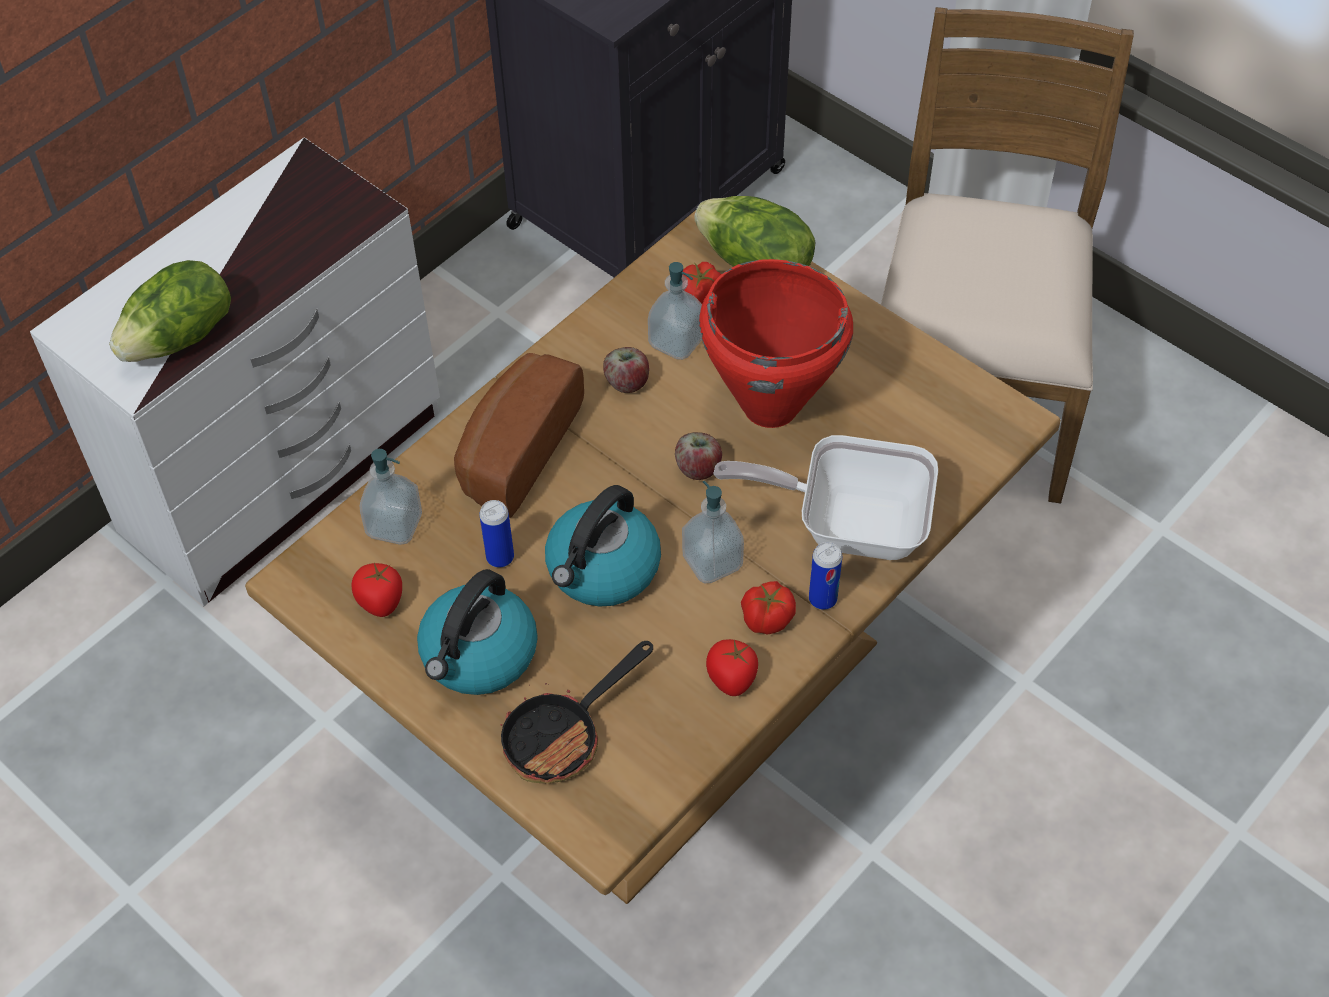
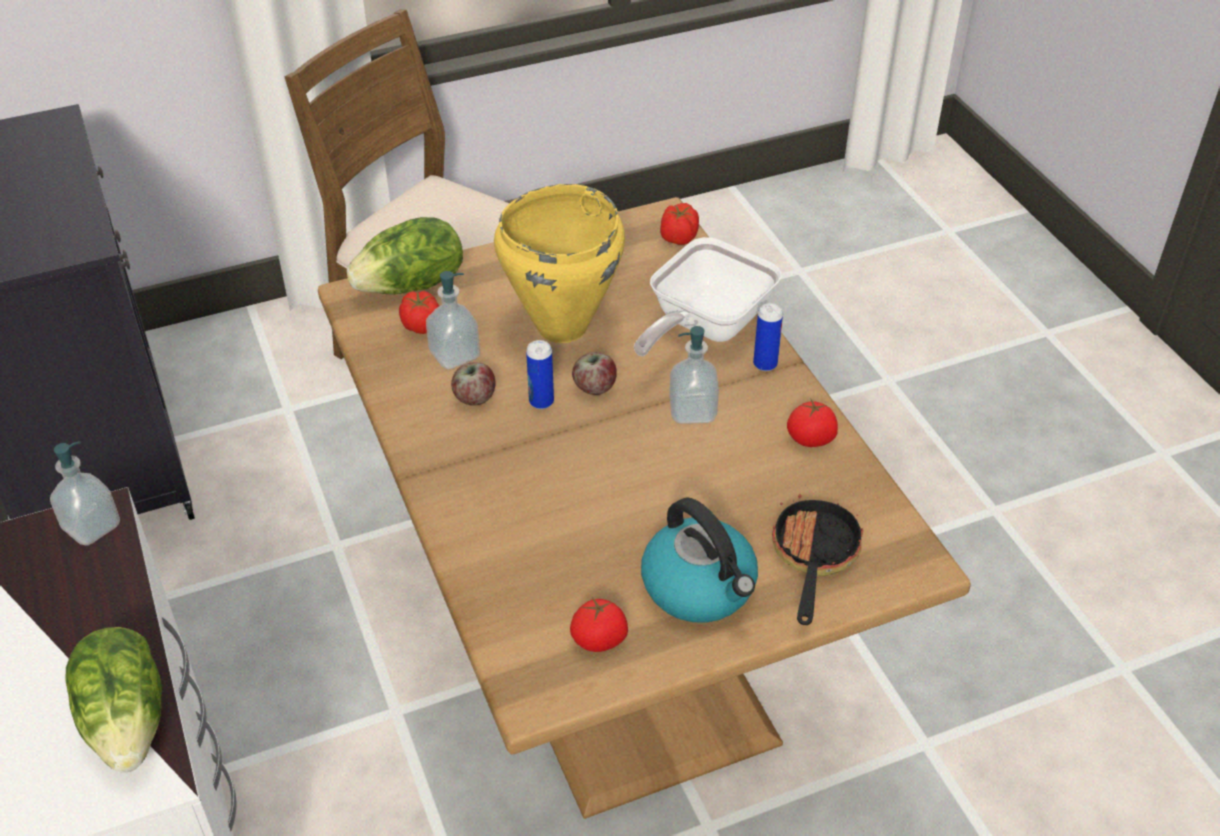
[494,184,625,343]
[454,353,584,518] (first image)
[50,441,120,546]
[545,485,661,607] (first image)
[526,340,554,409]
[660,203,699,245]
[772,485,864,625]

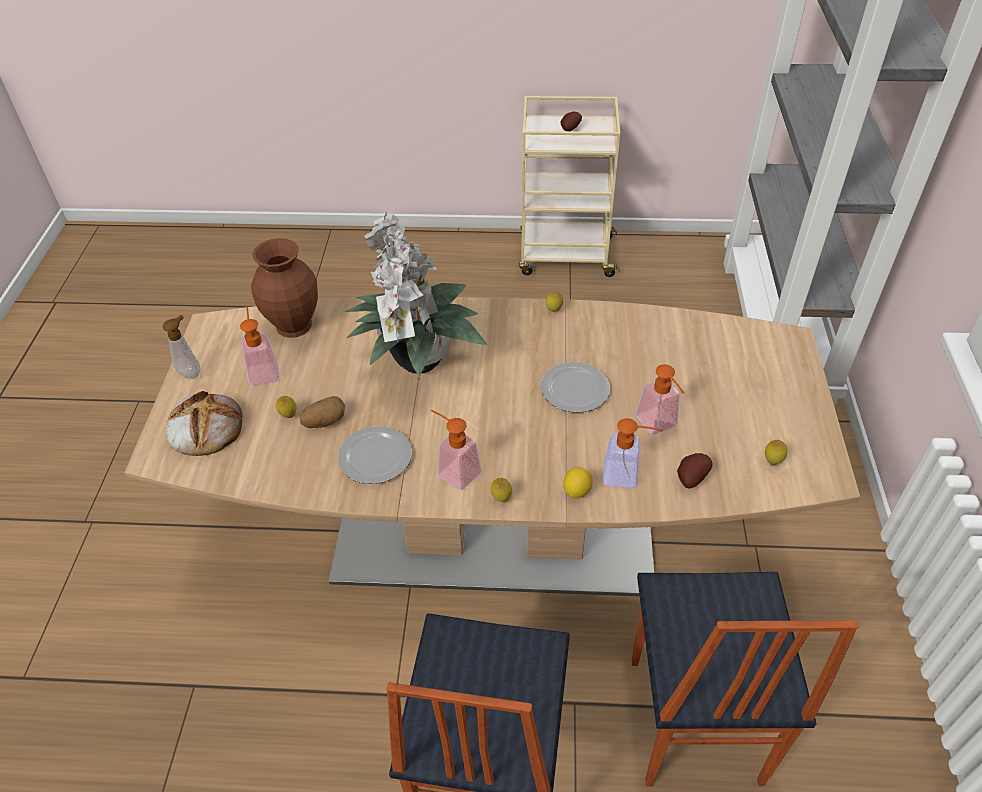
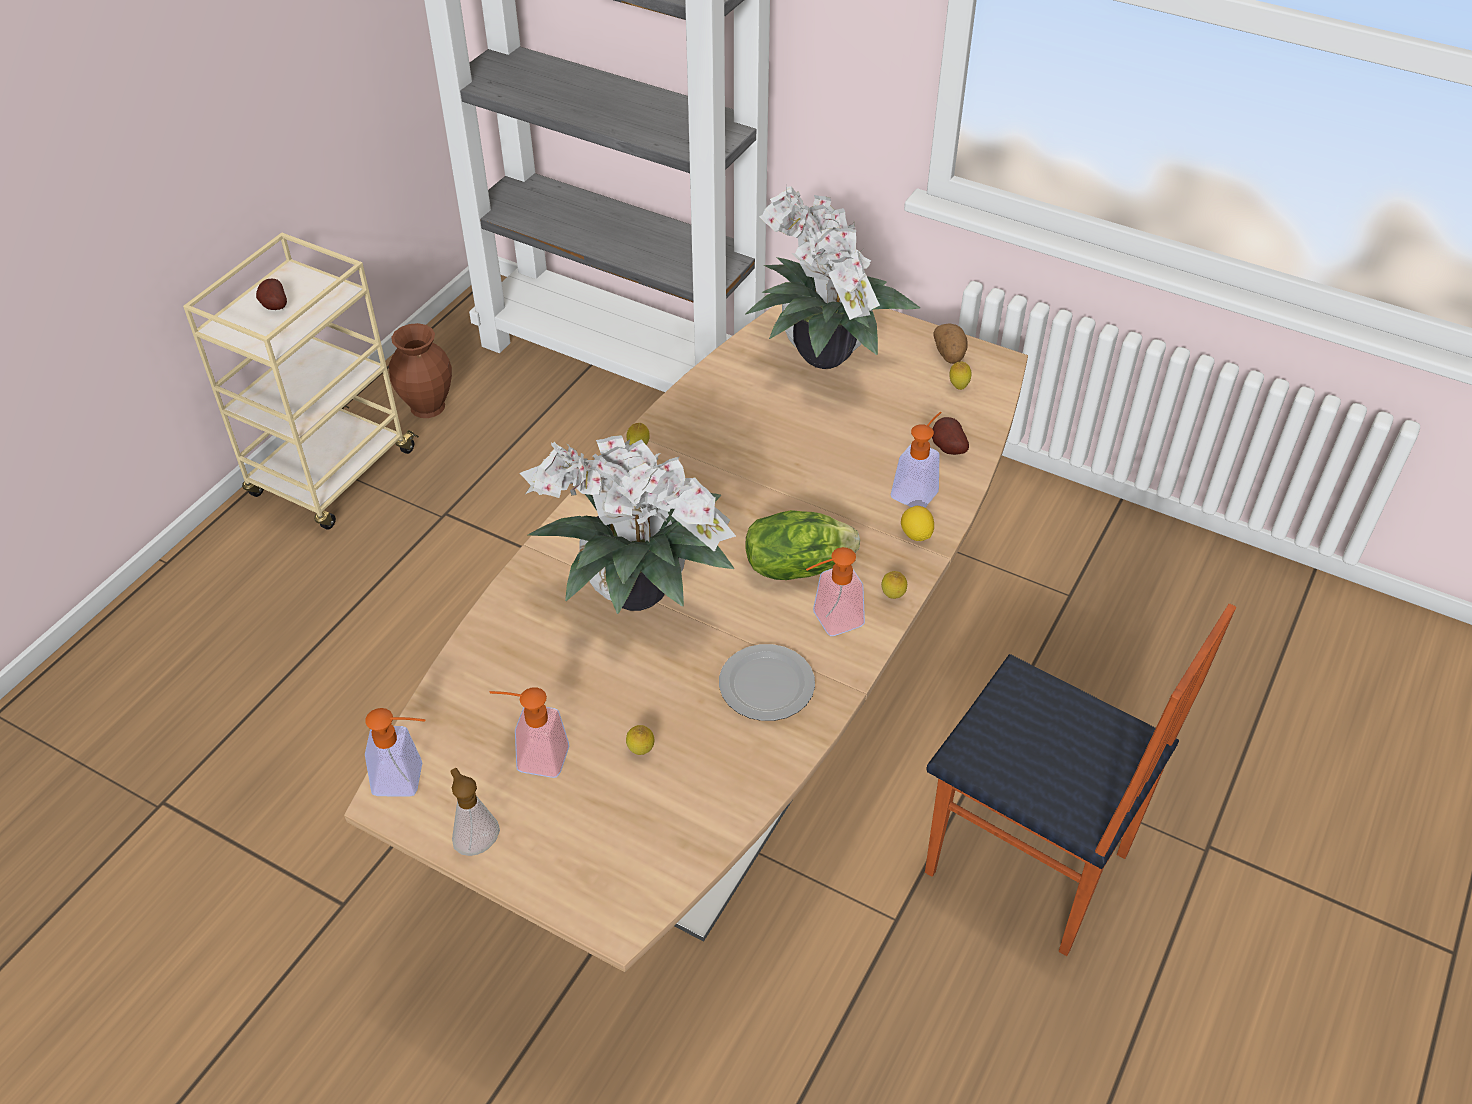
[389,323,452,418]
[541,362,610,413] (first image)
[365,708,426,796]
[166,391,242,456] (first image)
[933,323,968,364]
[632,572,859,787] (first image)
[745,186,921,369]
[745,510,860,580]

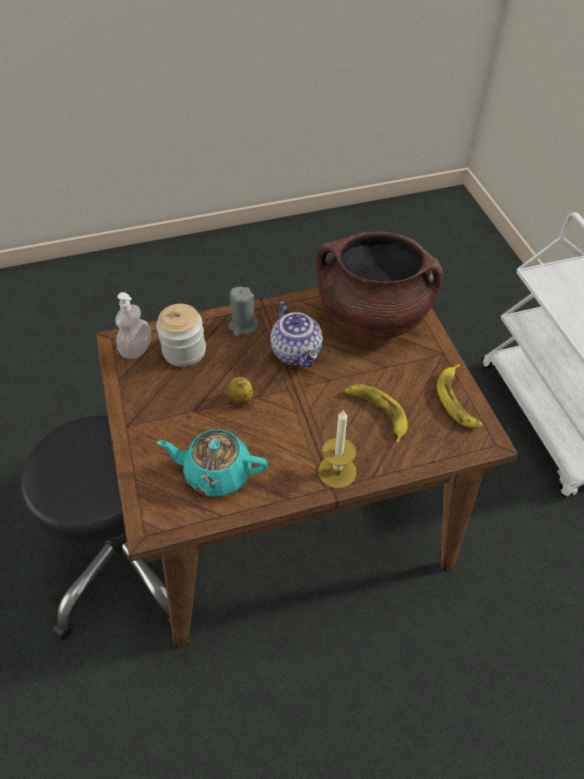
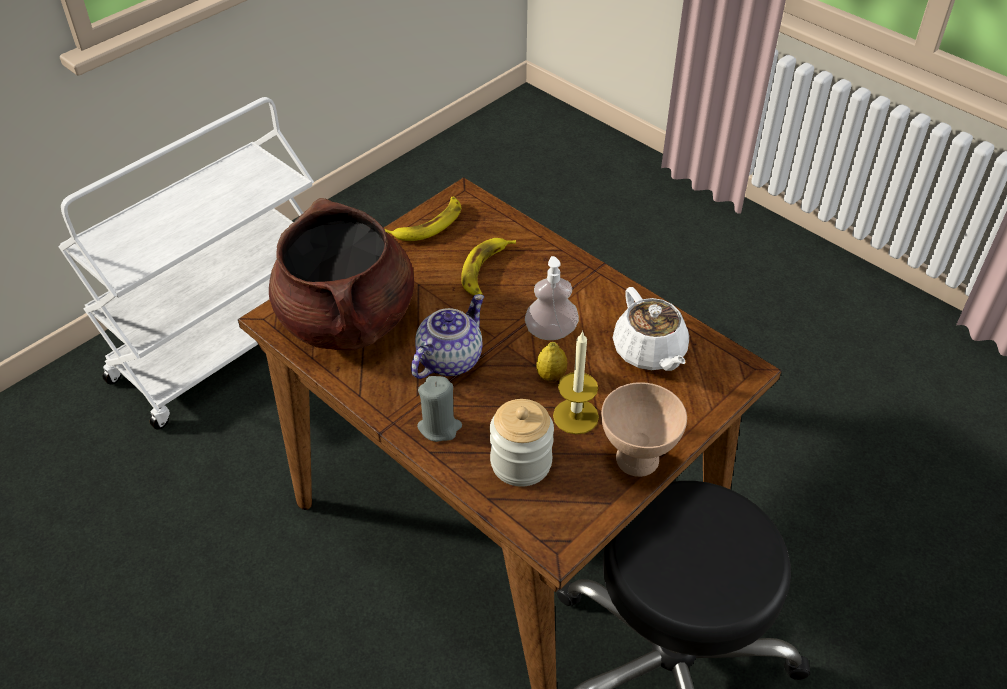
[525,256,579,340]
[553,330,599,434]
[613,287,689,371]
[601,382,687,477]

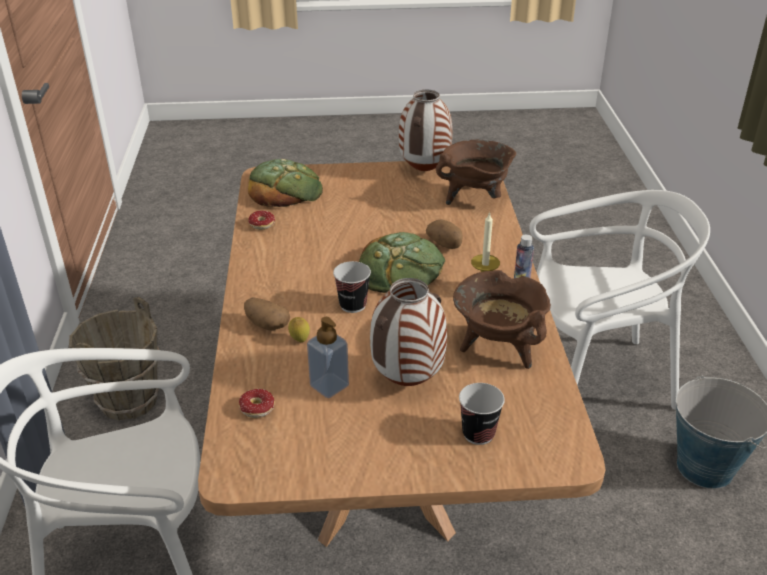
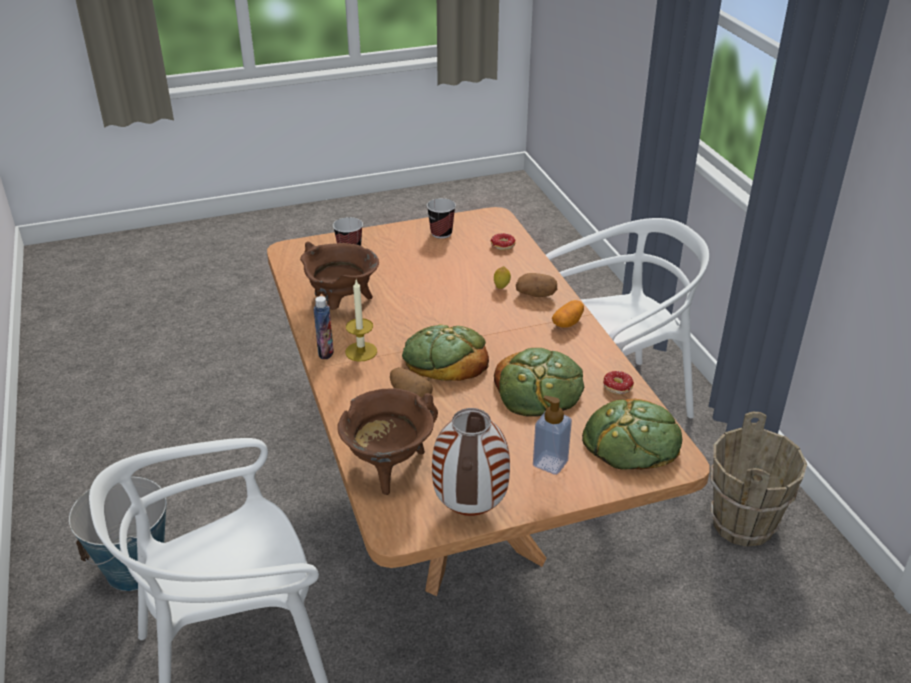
[427,198,456,239]
[370,278,447,386] (first image)
[533,395,572,475]
[552,300,584,328]
[494,348,584,417]

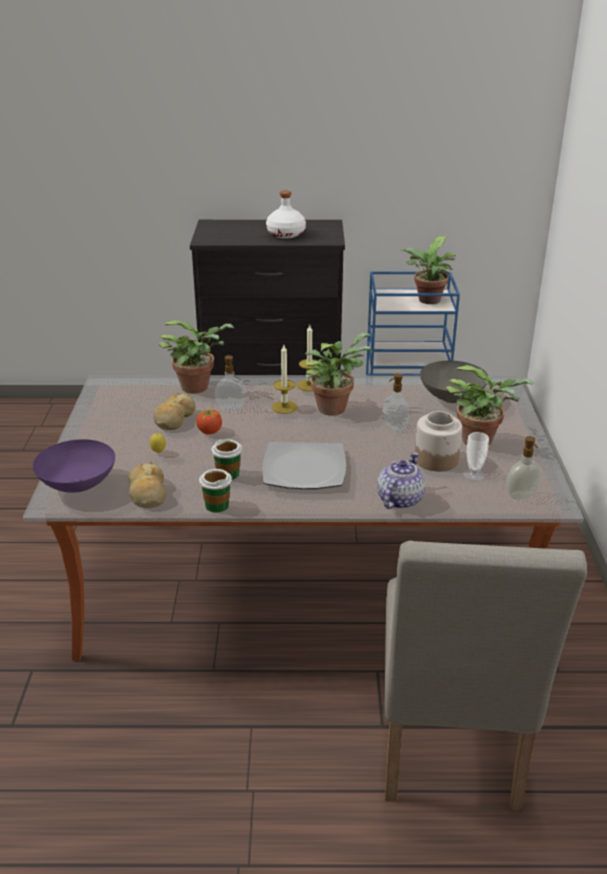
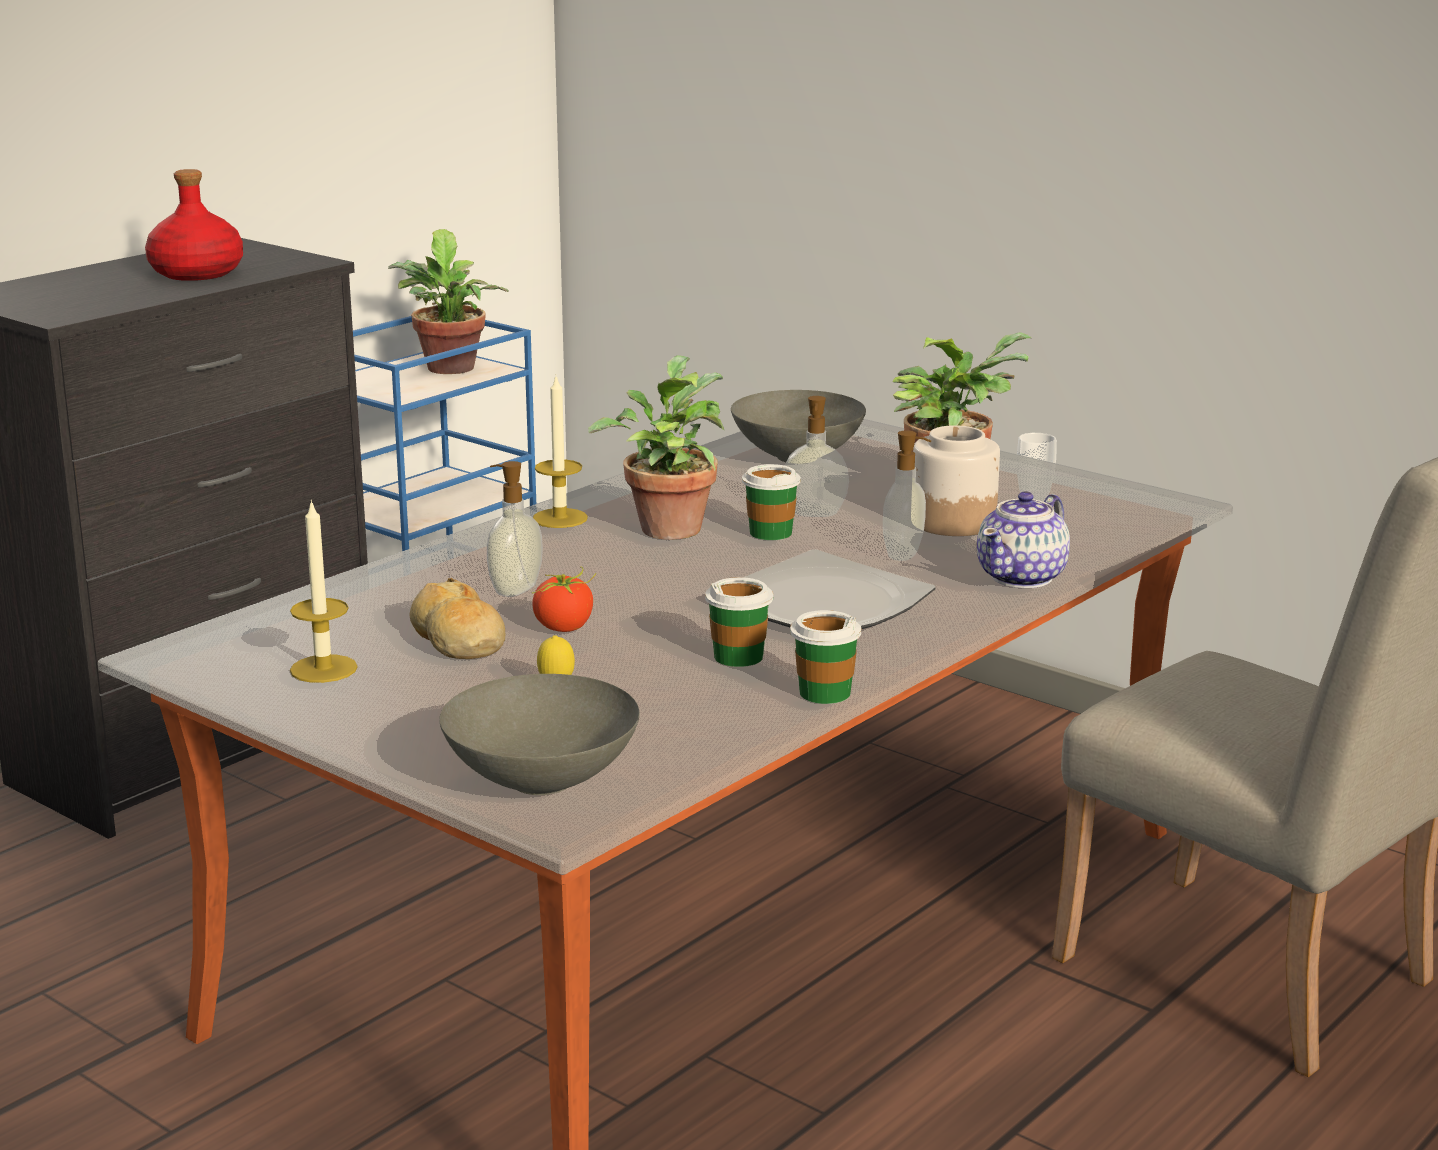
[145,169,243,281]
[158,320,234,394] (first image)
[290,499,358,683]
[883,430,931,561]
[439,674,640,795]
[977,491,1070,588]
[129,461,166,508] (first image)
[742,464,801,540]

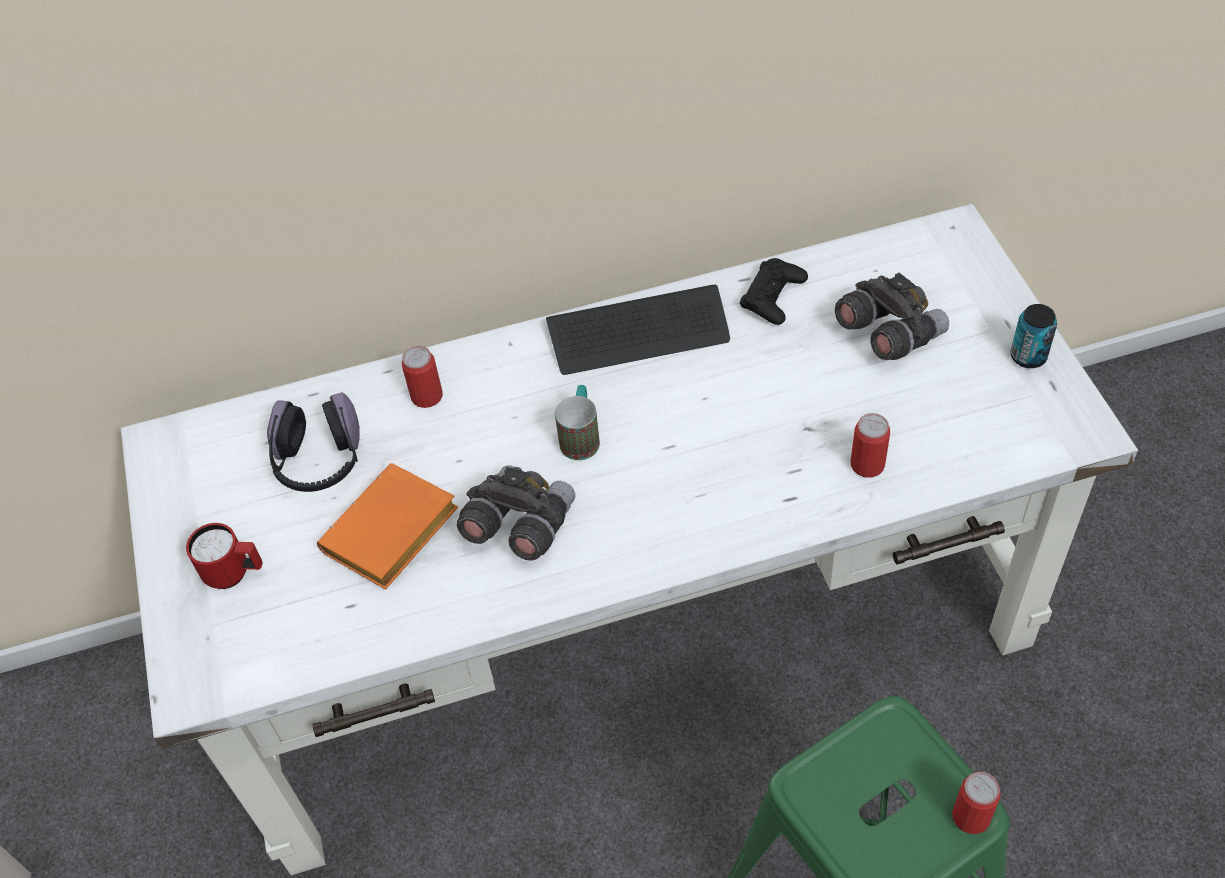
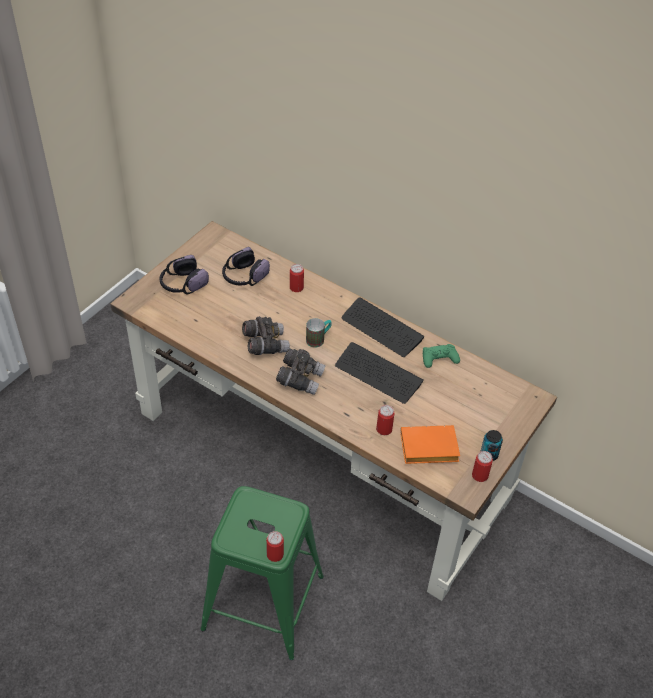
[110,221,557,601]
[423,344,460,368]
[276,348,326,395]
[400,425,460,464]
[160,255,209,295]
[335,342,424,404]
[472,451,493,482]

